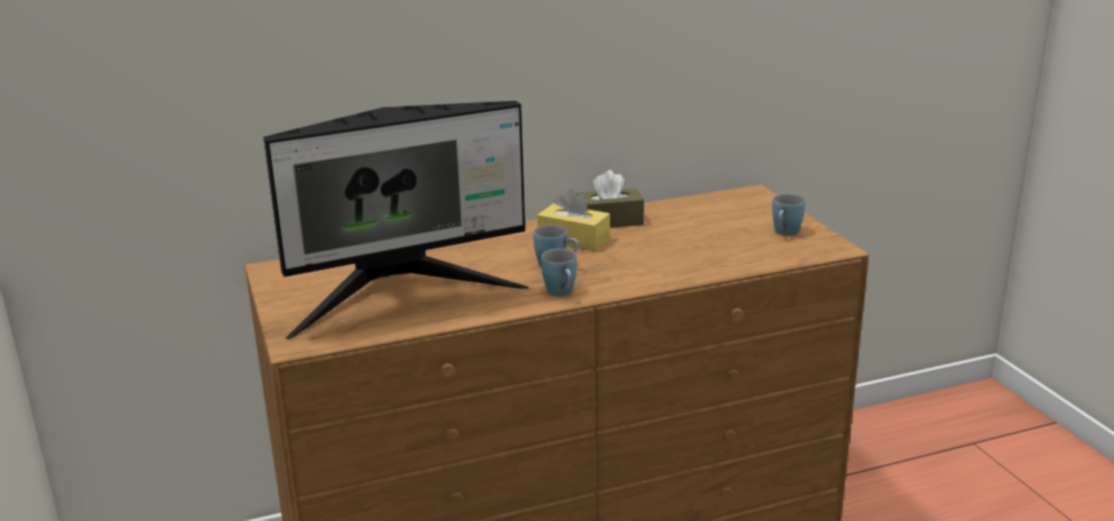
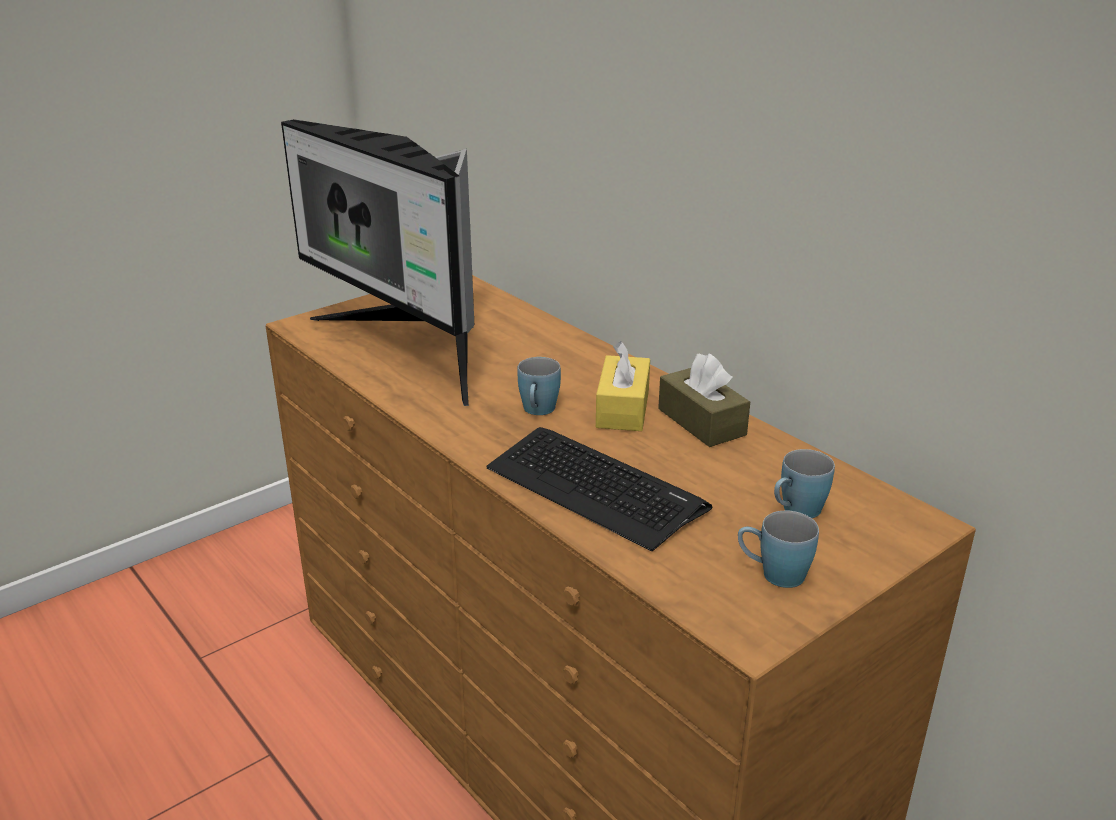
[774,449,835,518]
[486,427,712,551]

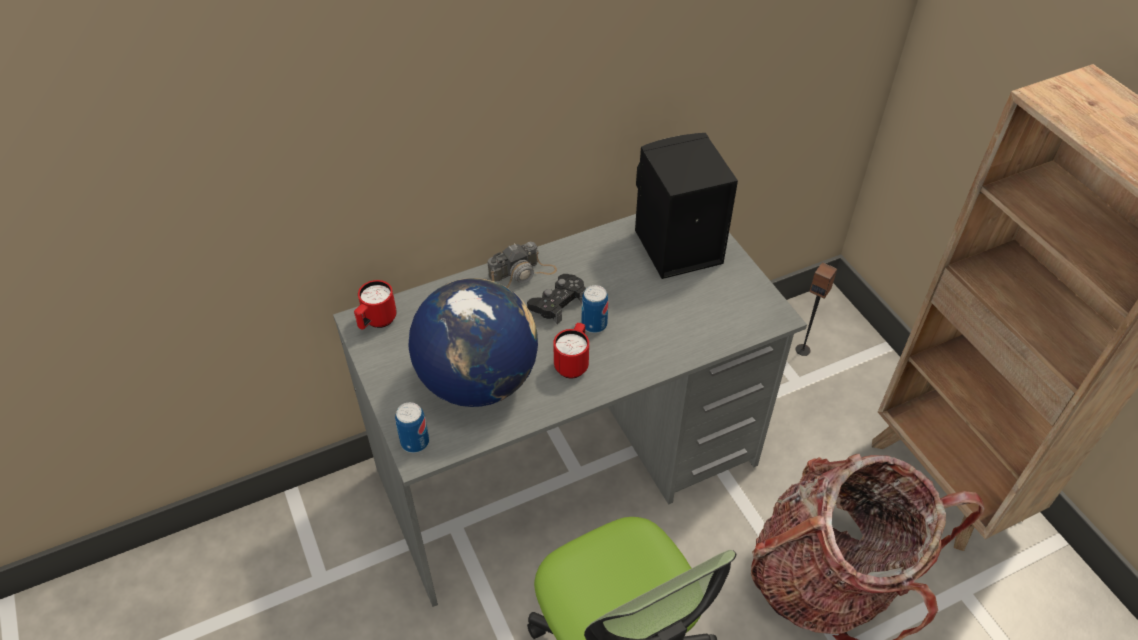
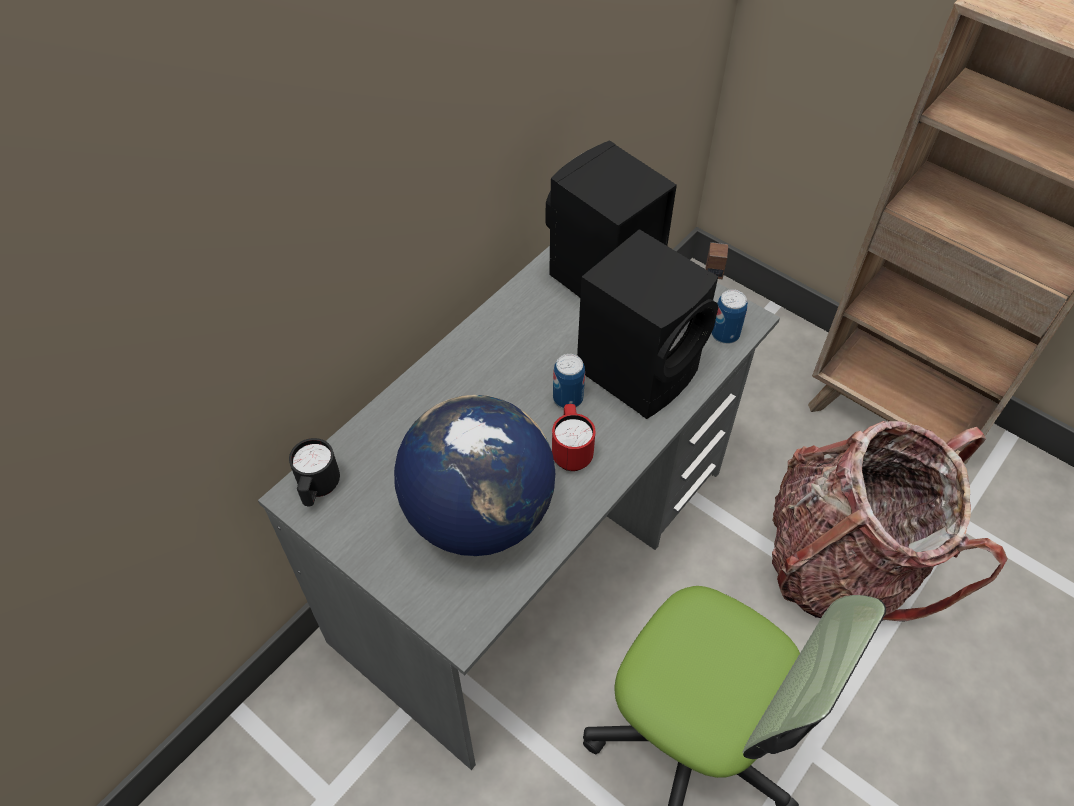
[488,242,557,288] (first image)
[527,274,586,324] (first image)
[289,438,340,506]
[711,289,748,344]
[577,229,718,419]

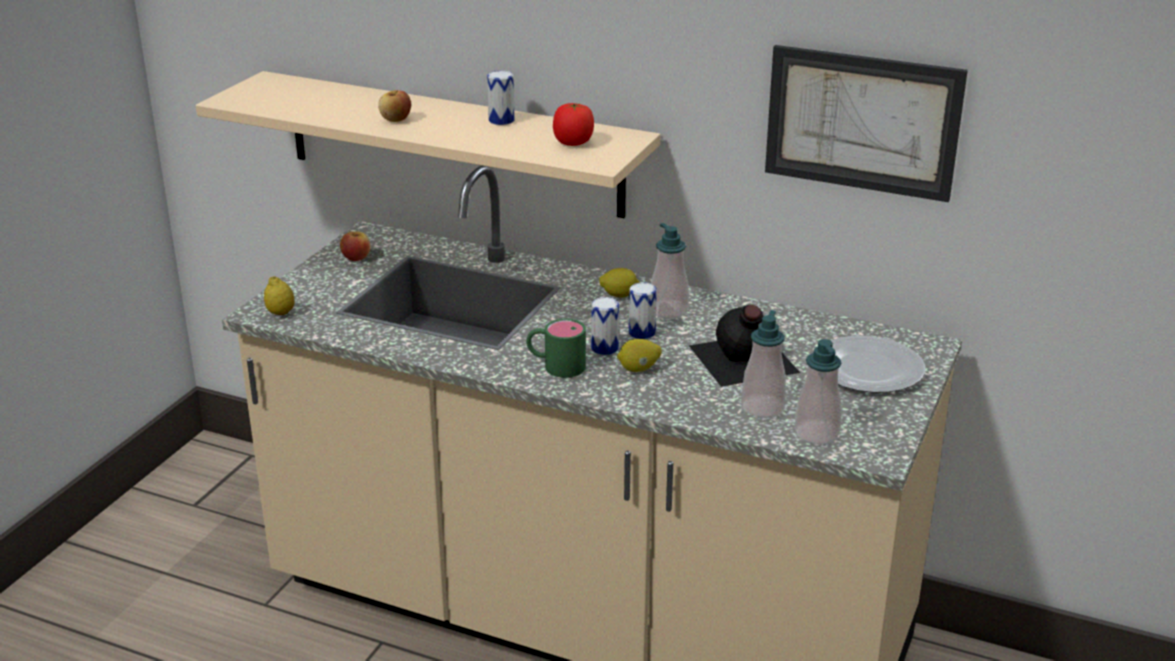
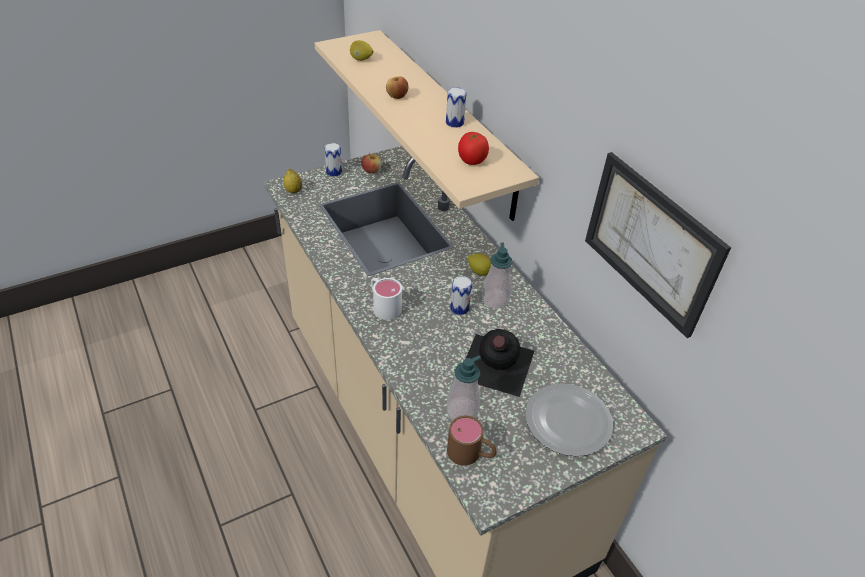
[324,143,342,177]
[371,278,402,320]
[350,40,373,61]
[447,415,497,466]

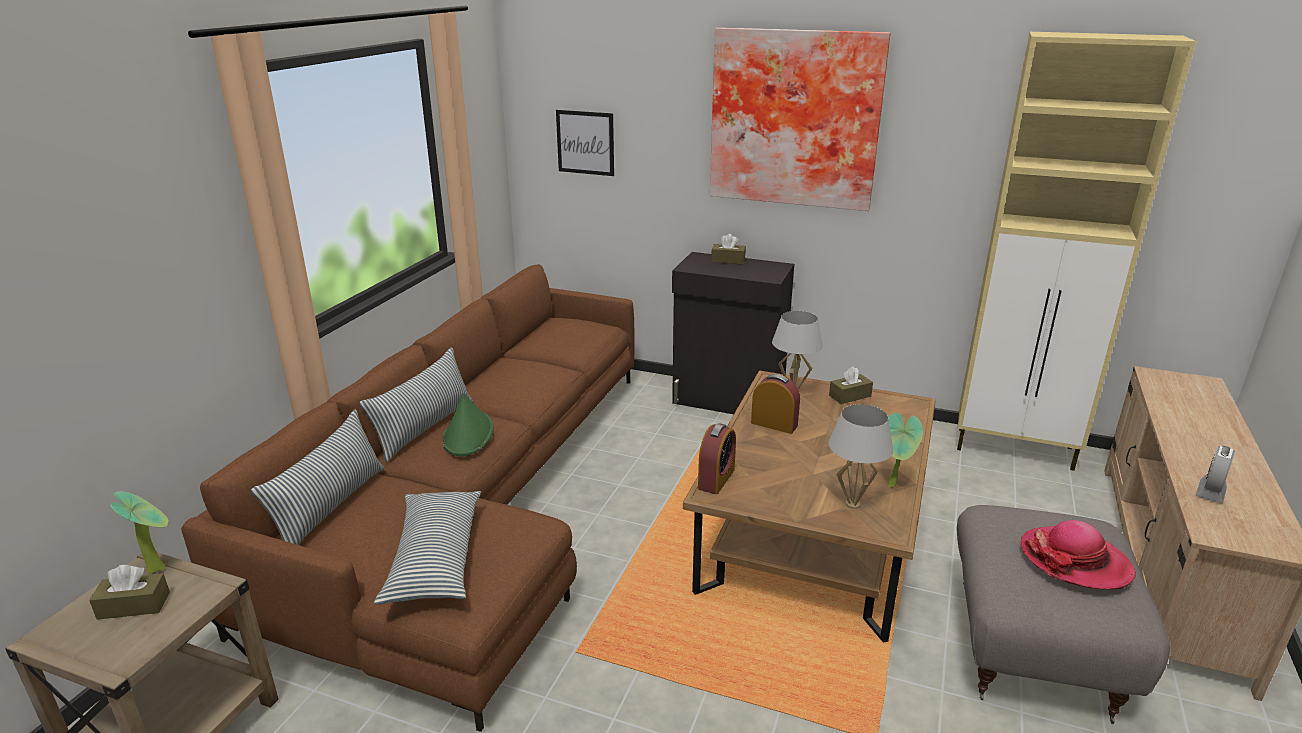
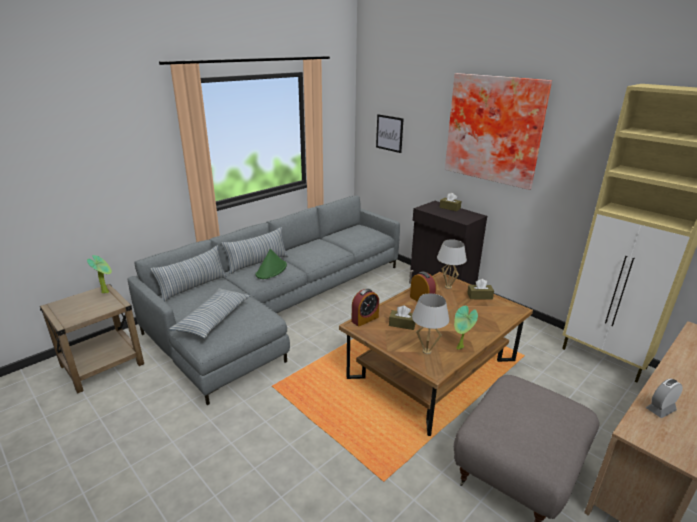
[127,196,400,405]
[1020,520,1136,589] (first image)
[389,306,416,330]

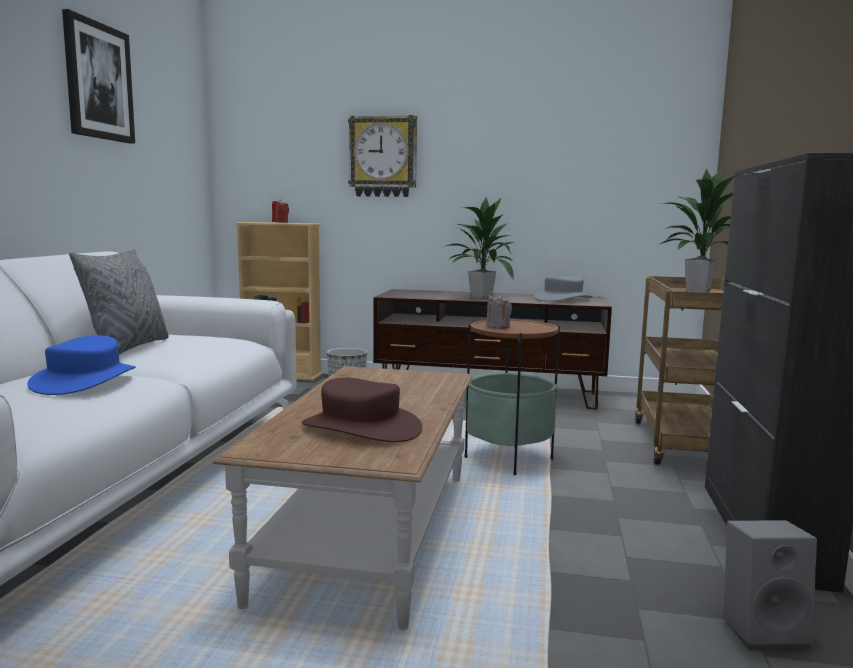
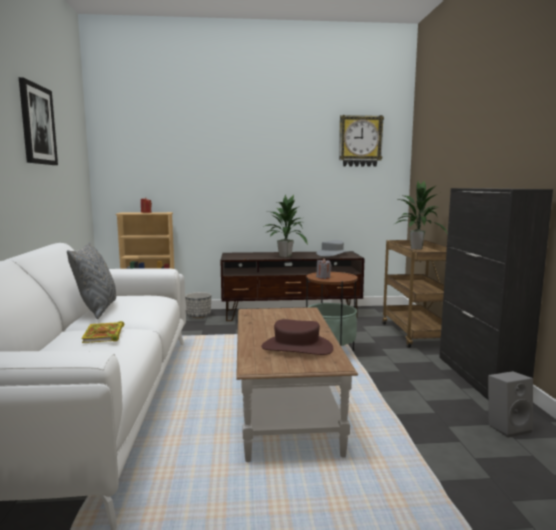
[339,115,384,167]
[81,321,124,343]

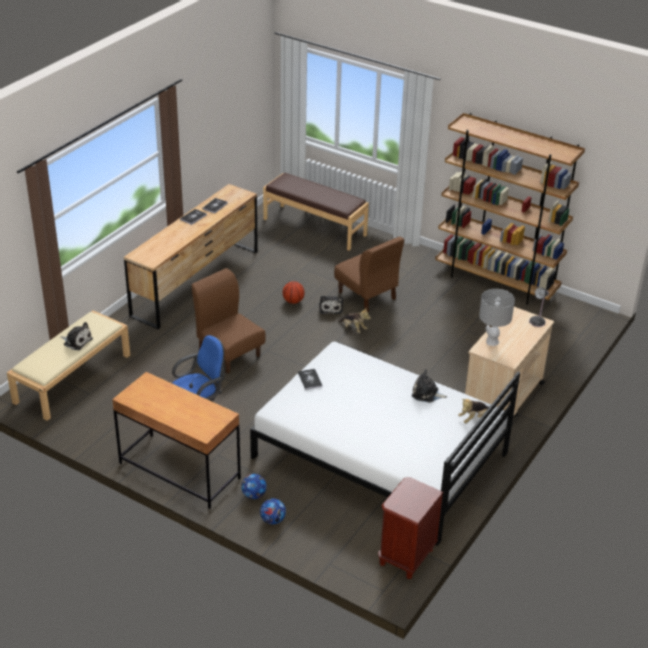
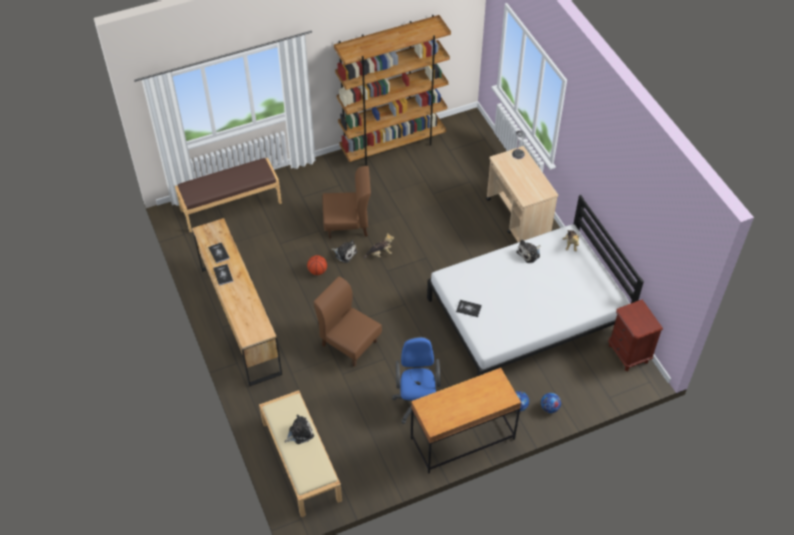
[314,276,382,367]
[479,289,515,346] (first image)

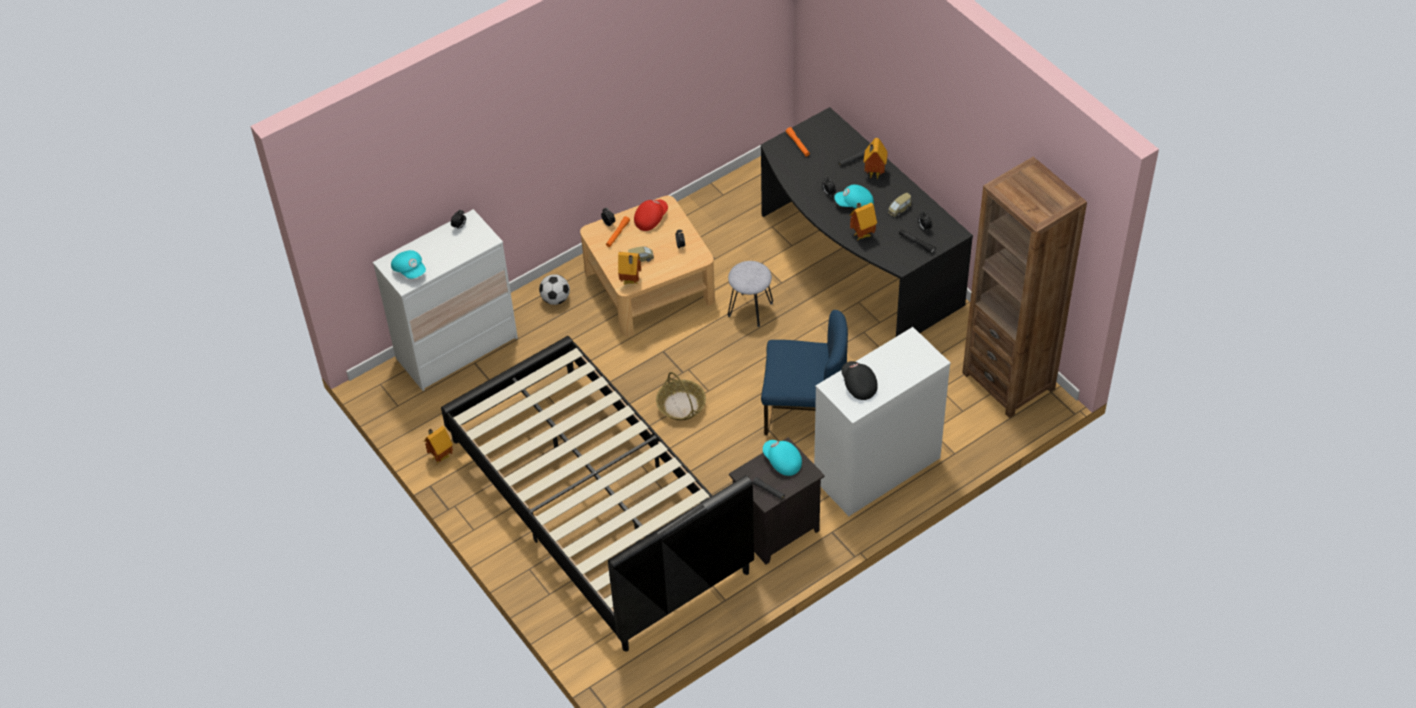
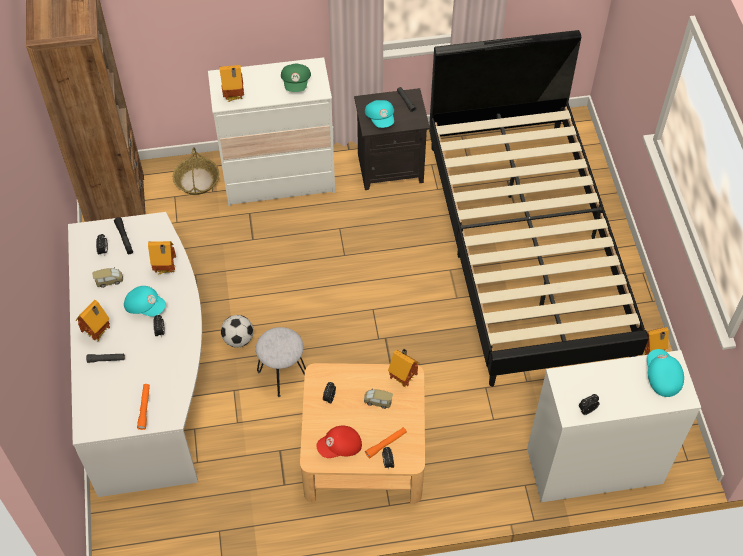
[68,212,202,497]
[221,315,254,348]
[761,310,848,435] (first image)
[281,64,311,92]
[173,147,219,195]
[219,65,244,102]

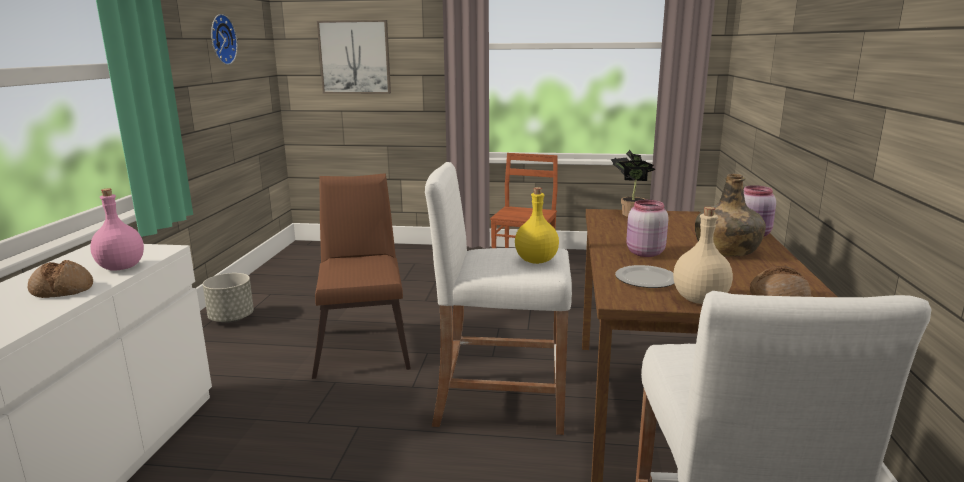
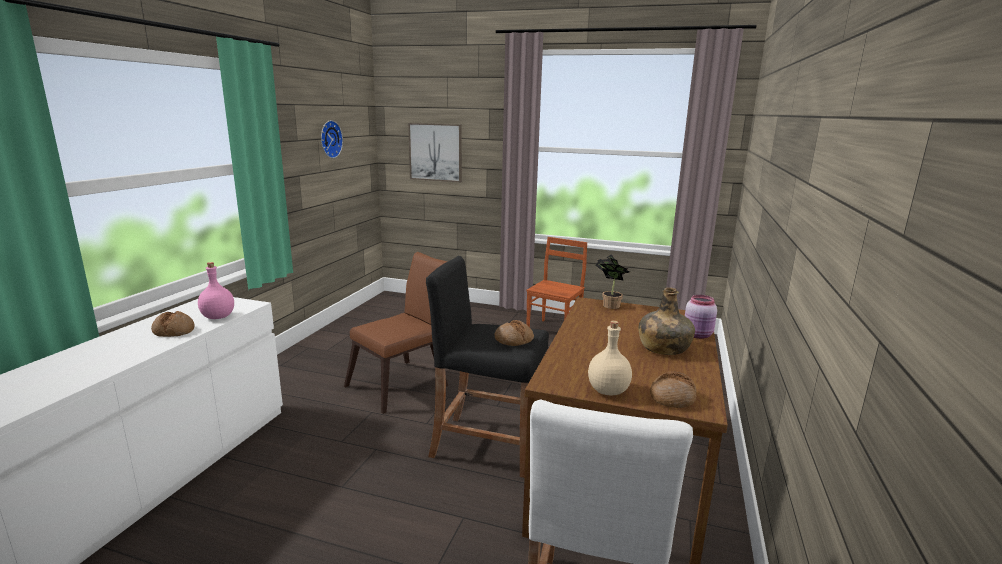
[426,256,549,478]
[344,252,449,414]
[495,320,534,346]
[626,200,669,257] (first image)
[615,265,675,288] (first image)
[203,273,254,323] (first image)

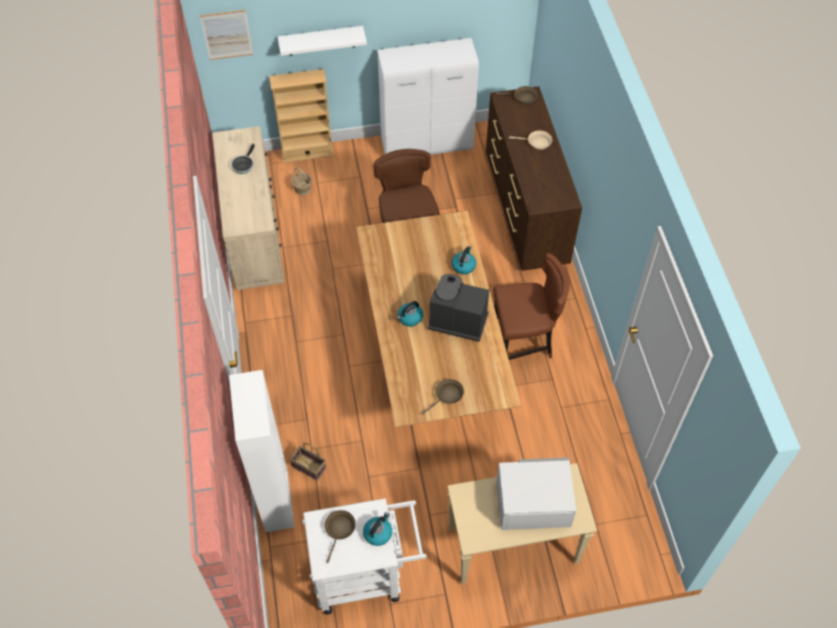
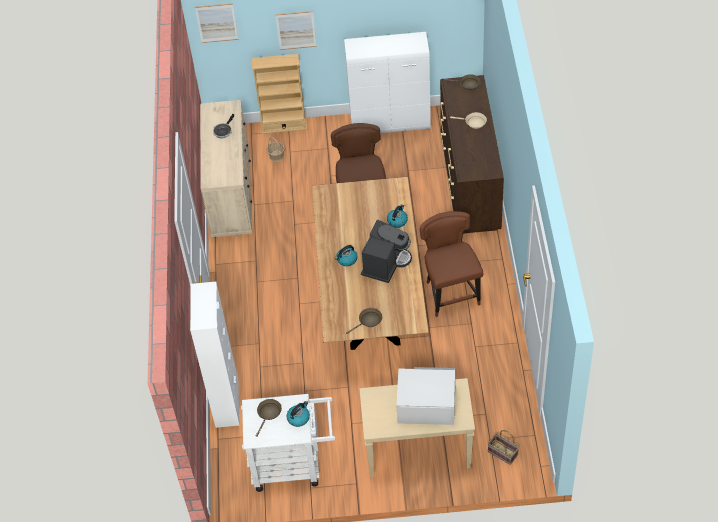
[275,11,317,50]
[420,211,483,317]
[361,219,412,283]
[488,430,519,465]

